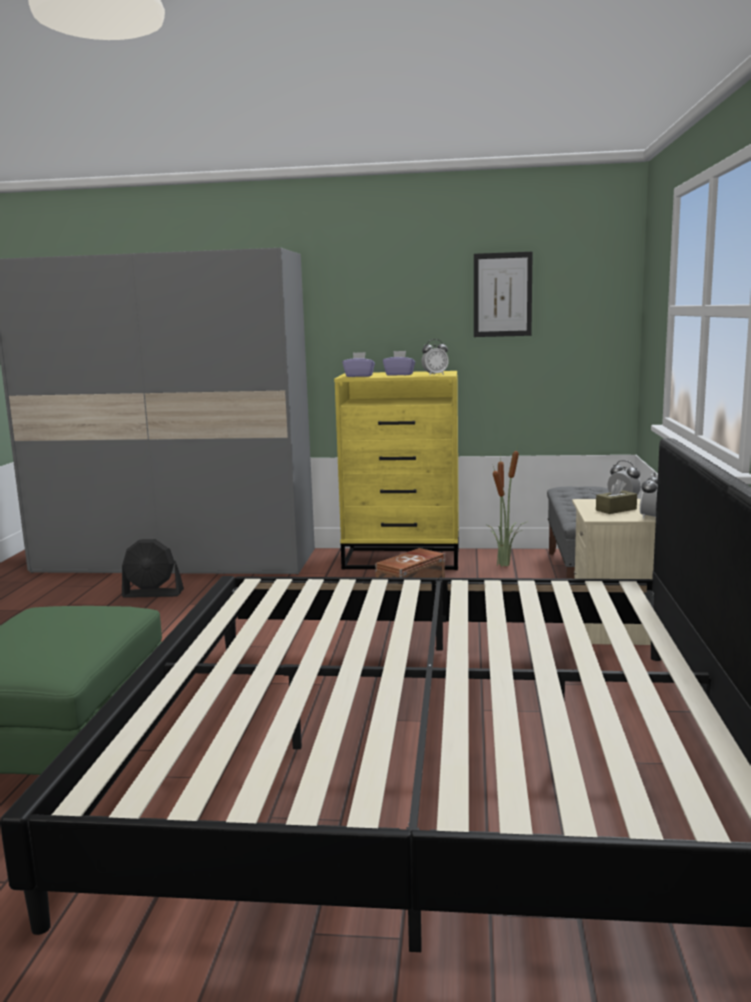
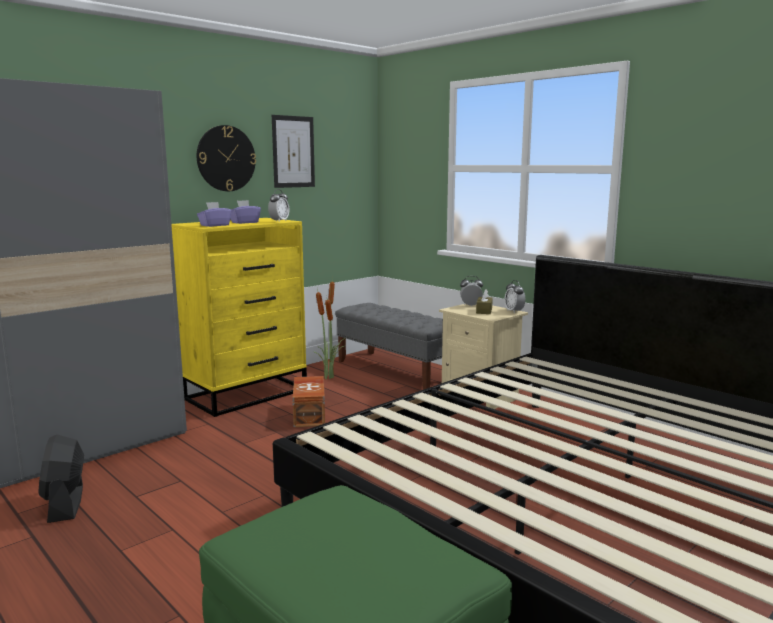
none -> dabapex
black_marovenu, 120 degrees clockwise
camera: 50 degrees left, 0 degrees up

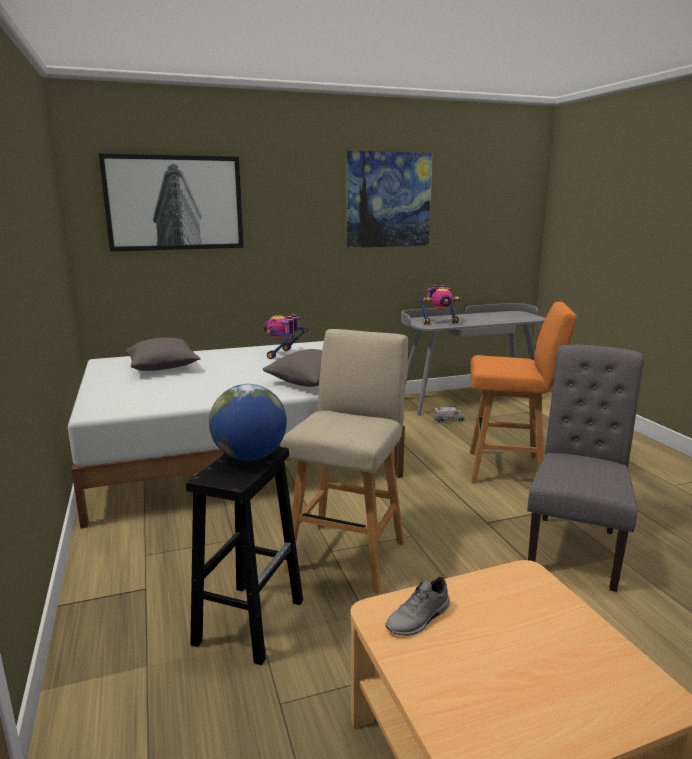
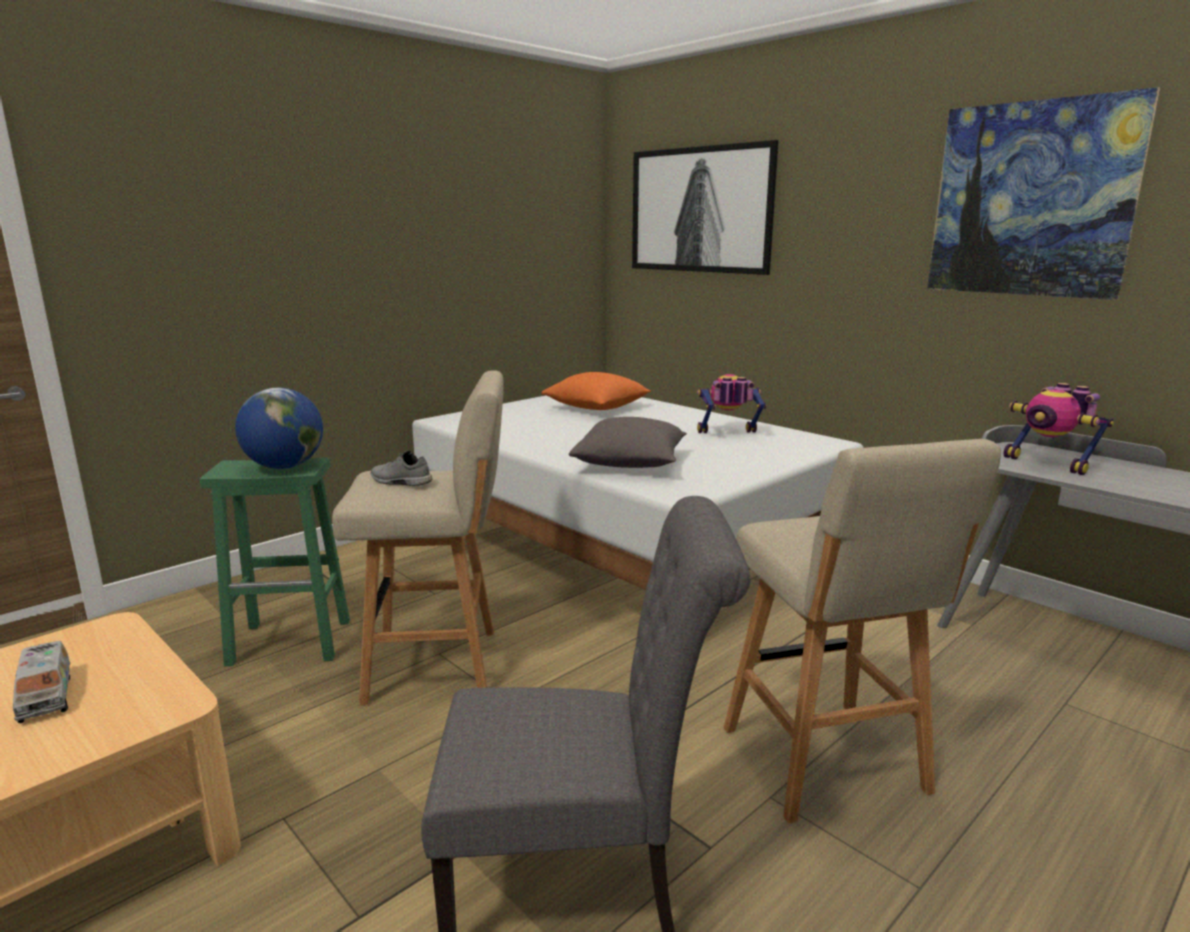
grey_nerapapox, relocated
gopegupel, relocated
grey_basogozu (no. 1 from left) -> orange_basogozu
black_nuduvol -> green_nuduvol
orange_nuduvol -> beige_nuduvol (no. 2 from left)
camera: 65 degrees right, 0 degrees up

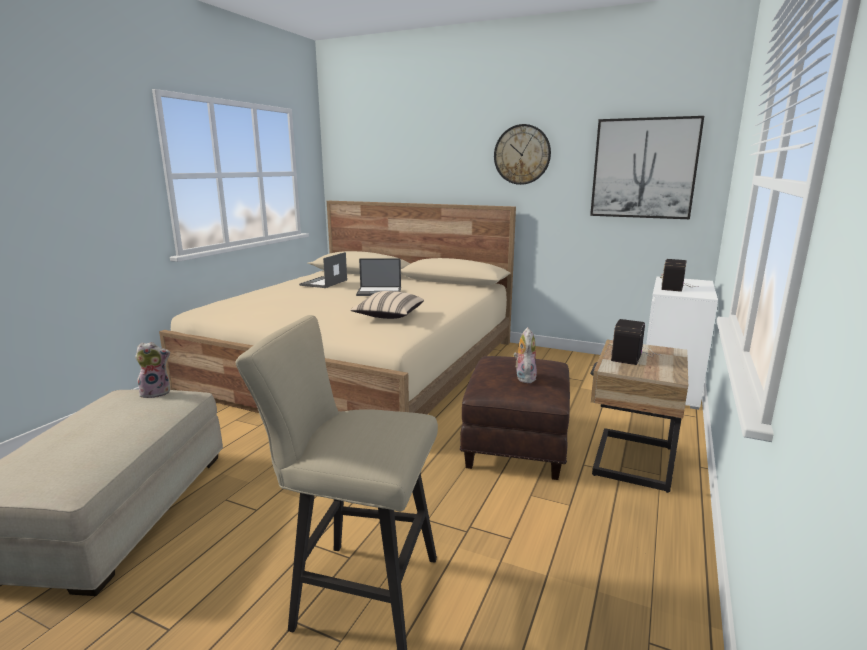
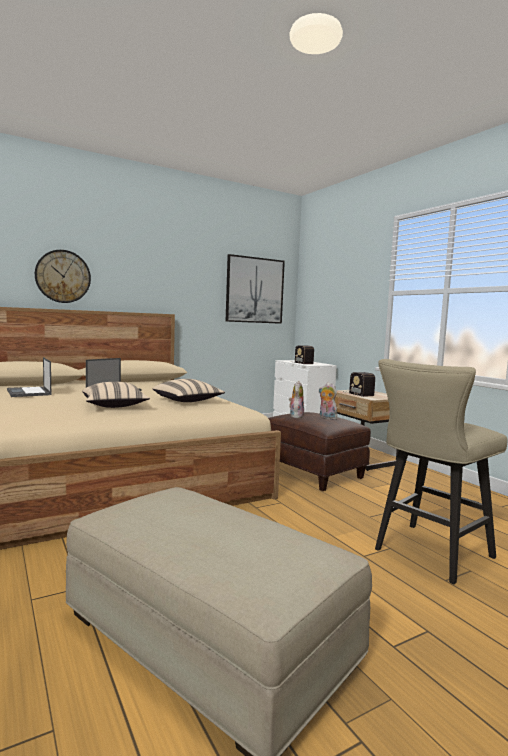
none -> beige_basogozu (no. 1 from left)
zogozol (no. 1 from left), relocated
dabapex, relocated
camera: 55 degrees left, 10 degrees down

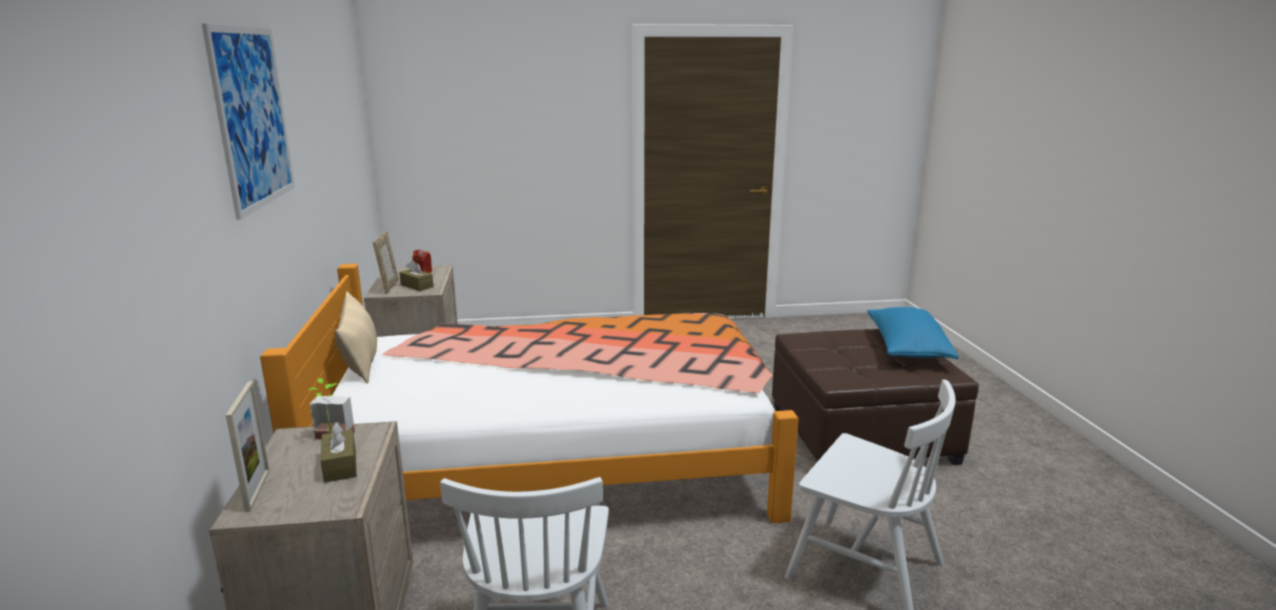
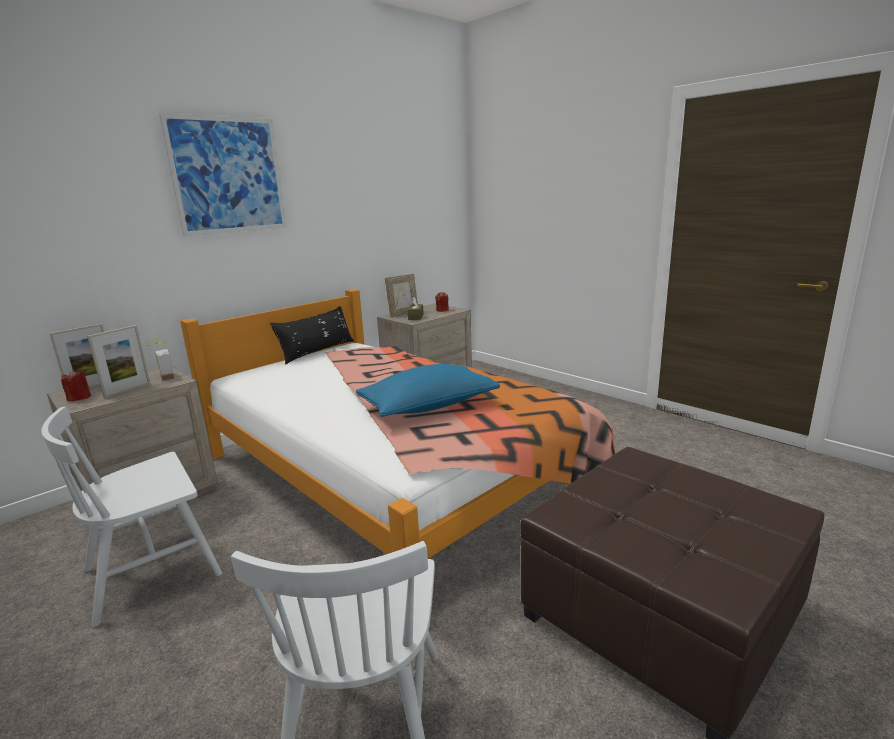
none -> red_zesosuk (no. 1 from left)
blue_basogozu, relocated
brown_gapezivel (no. 1 from left) -> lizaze (no. 2 from left)
beige_basogozu -> black_basogozu
camera: 55 degrees right, 0 degrees up

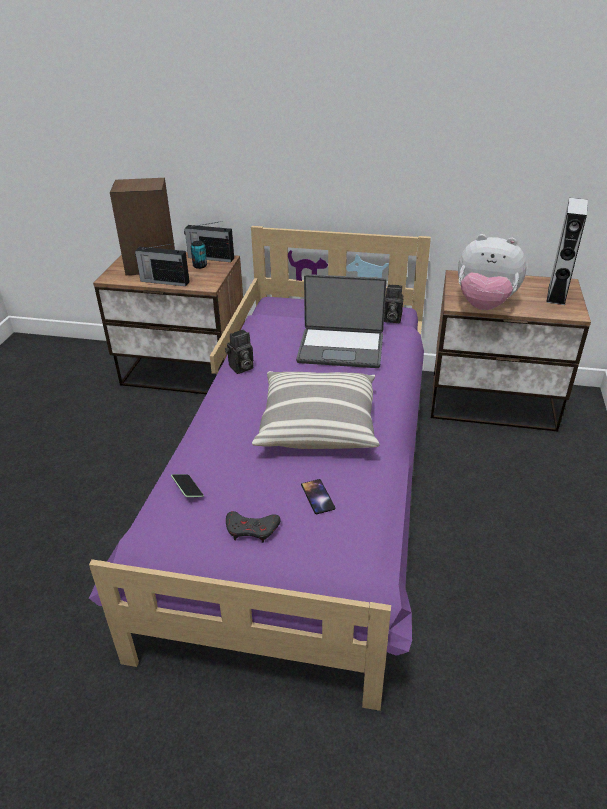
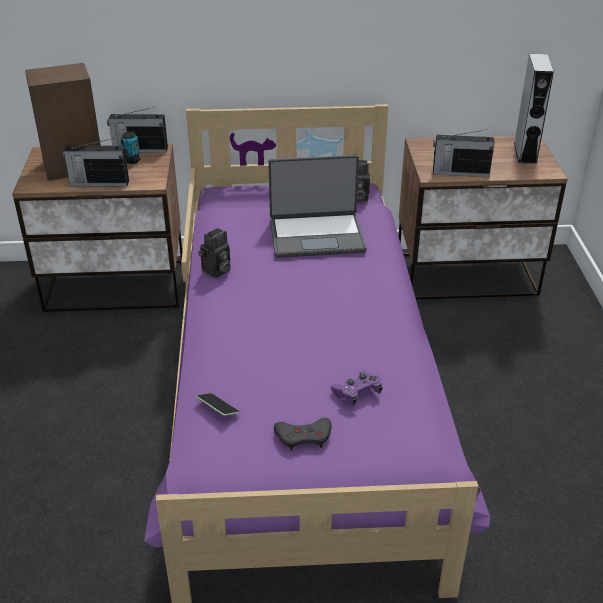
basogozu -> none
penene (no. 2 from left) -> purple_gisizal
zogozol -> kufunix (no. 3 from left)
camera: 15 degrees left, 0 degrees up

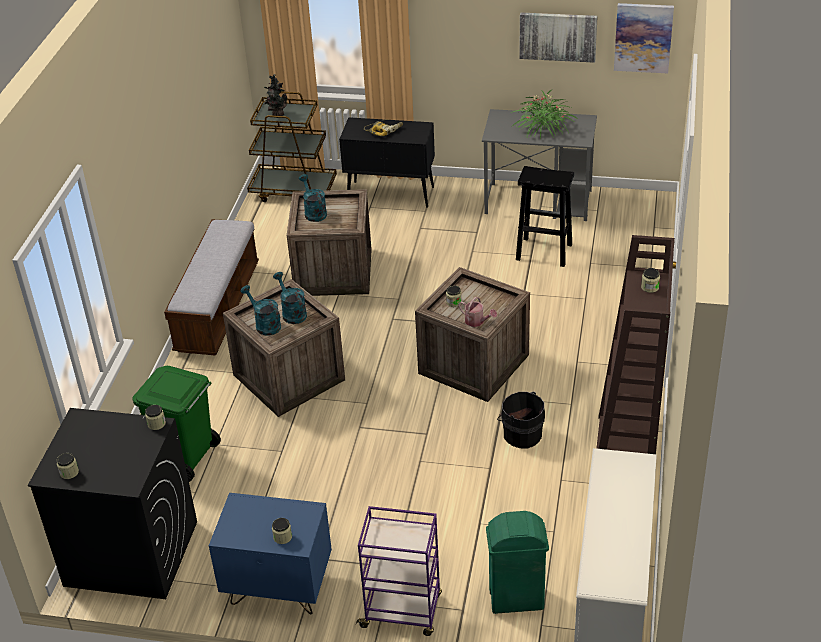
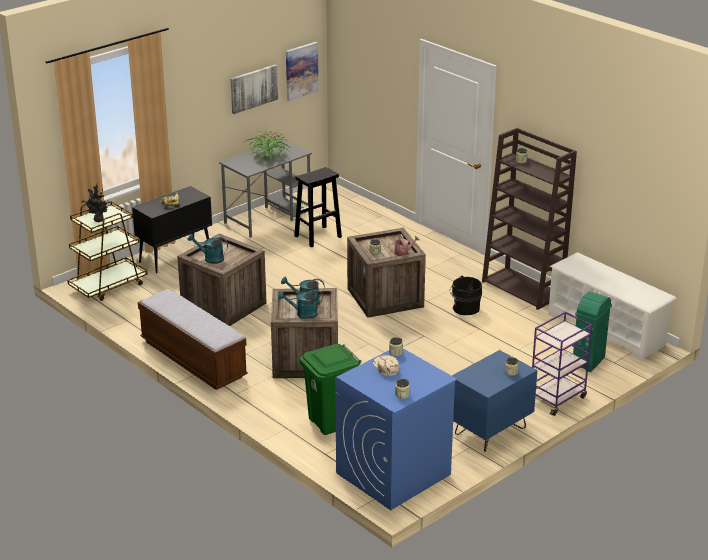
none -> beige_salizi
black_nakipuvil -> blue_nakipuvil
camera: 55 degrees left, 10 degrees down

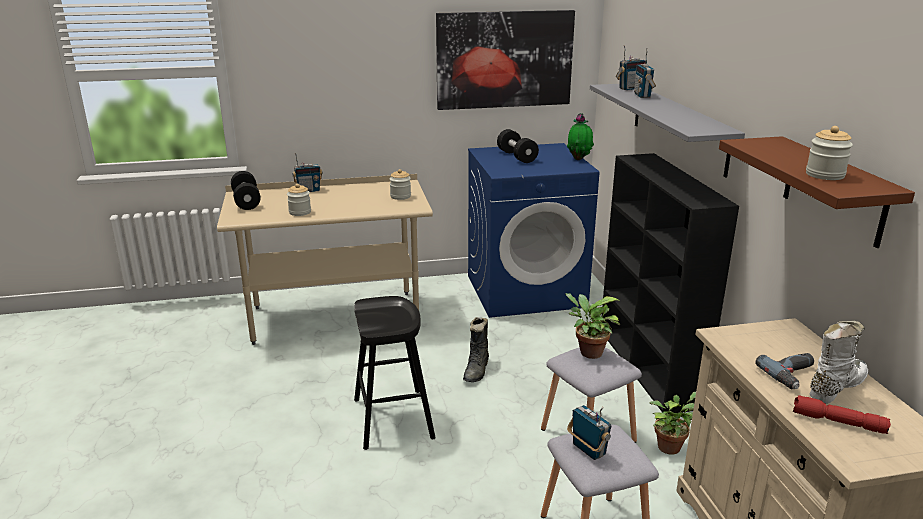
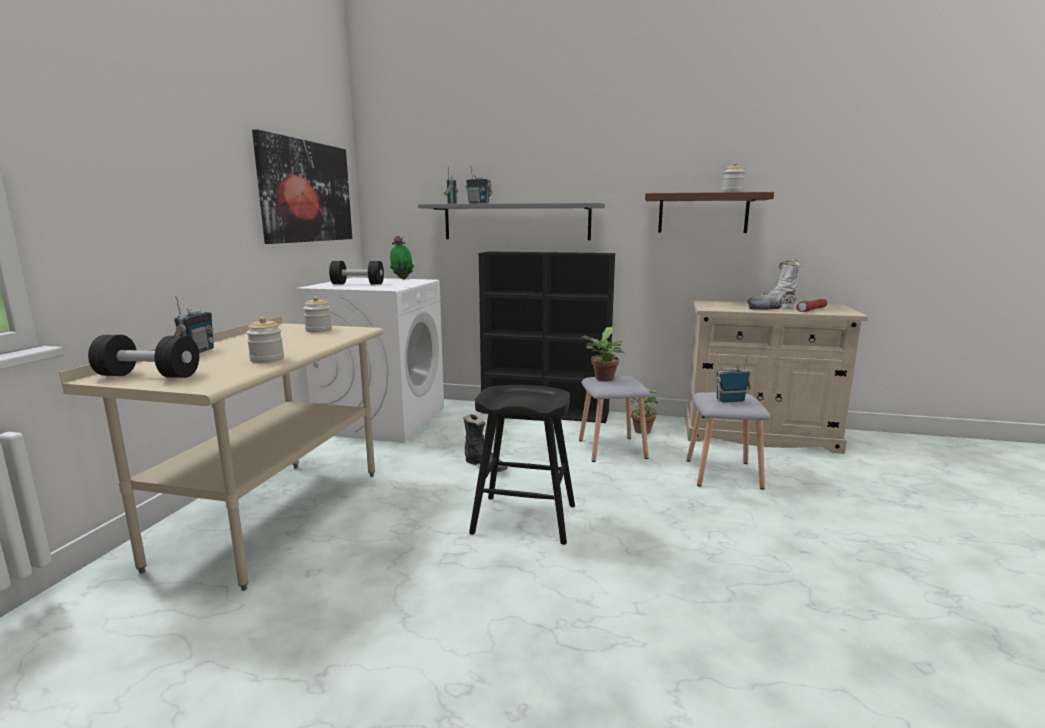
blue_nakipuvil -> white_nakipuvil
camera: 65 degrees left, 10 degrees down

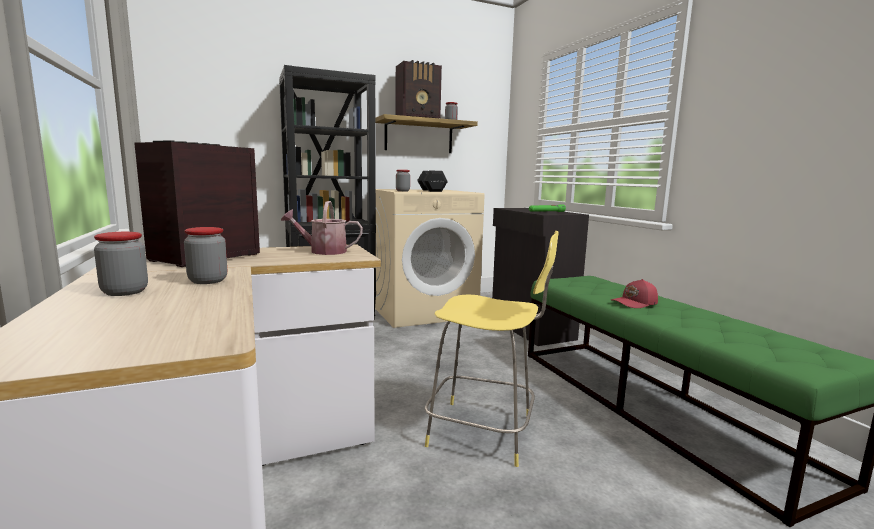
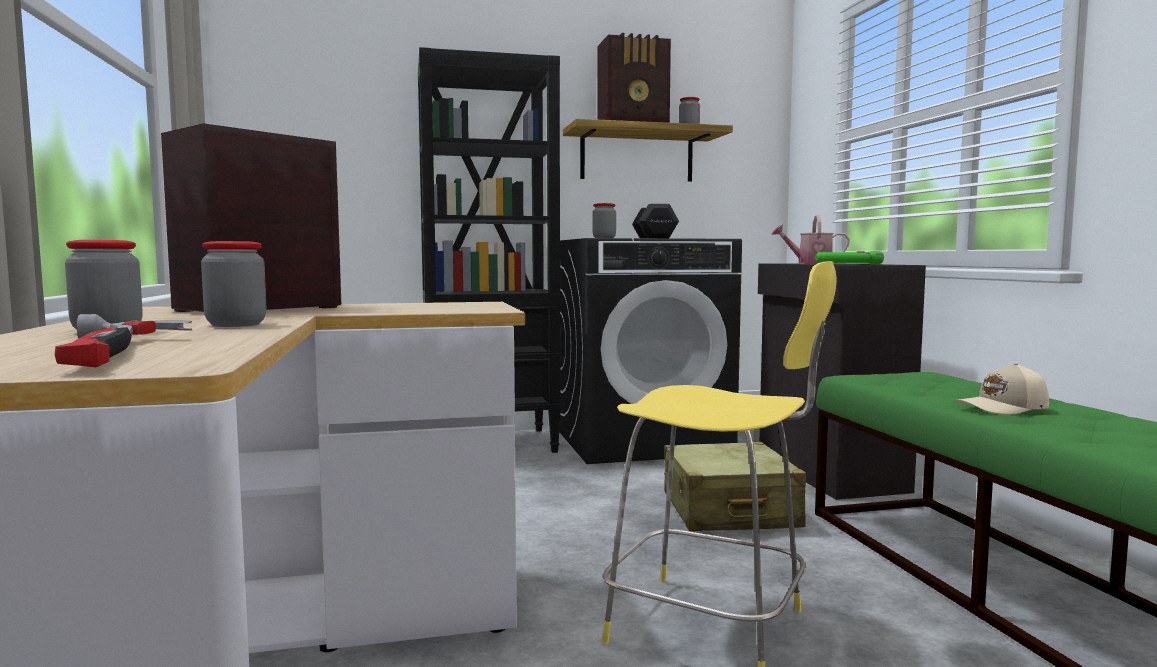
none -> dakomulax
none -> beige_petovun
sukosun, relocated
beige_nakipuvil -> black_nakipuvil
red_salizi -> beige_salizi
camera: 10 degrees right, 5 degrees down

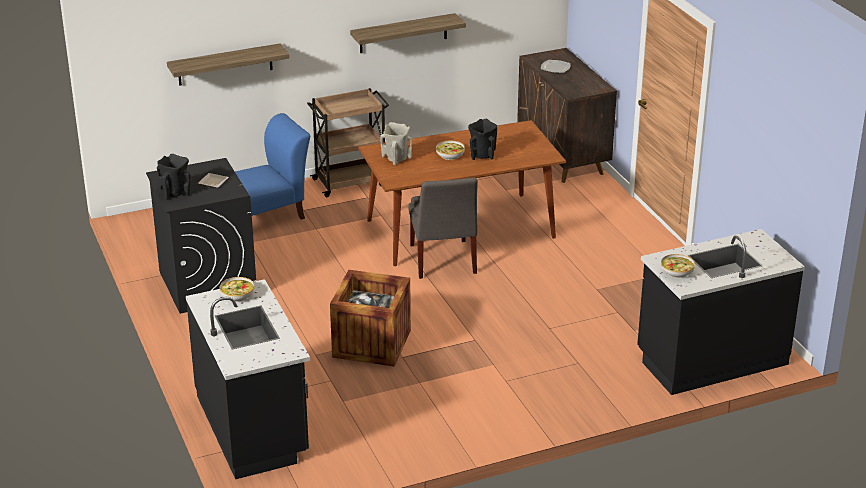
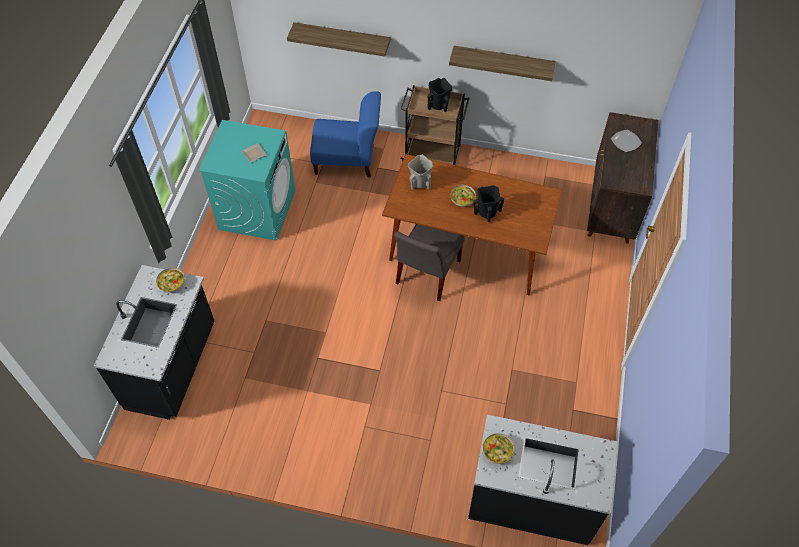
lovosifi -> none
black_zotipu (no. 1 from left), relocated
black_nakipuvil -> turquoise_nakipuvil
camera: 35 degrees right, 25 degrees up

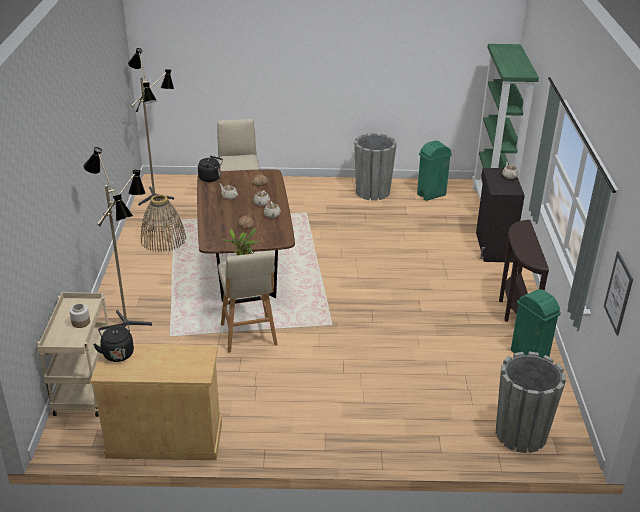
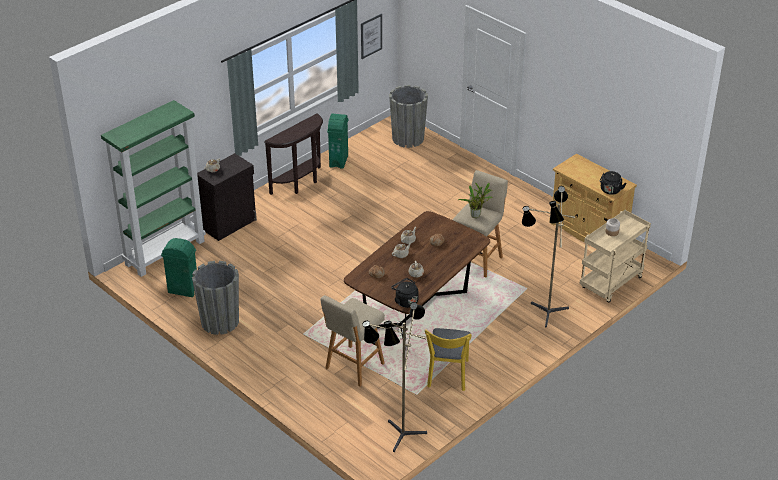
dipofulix -> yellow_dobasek
camera: 135 degrees left, 5 degrees up

